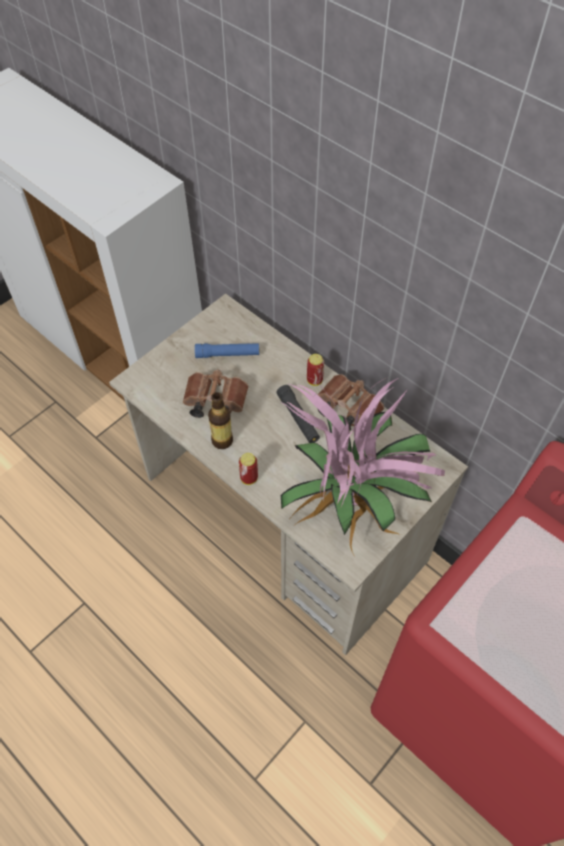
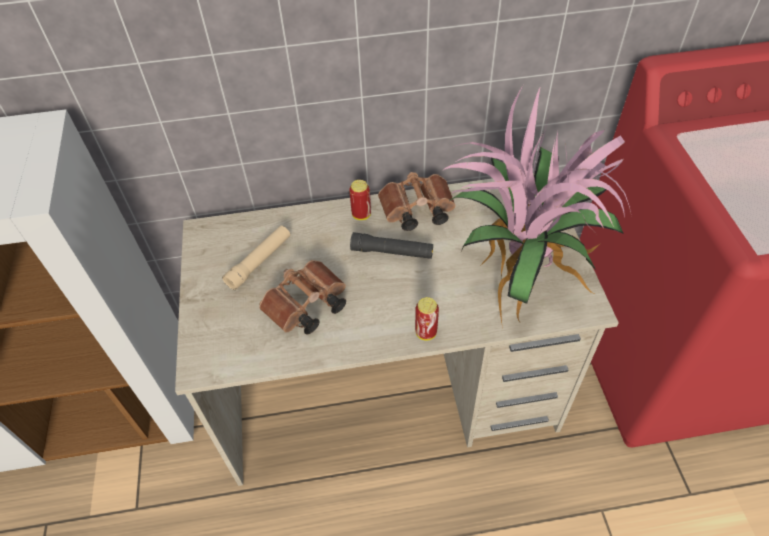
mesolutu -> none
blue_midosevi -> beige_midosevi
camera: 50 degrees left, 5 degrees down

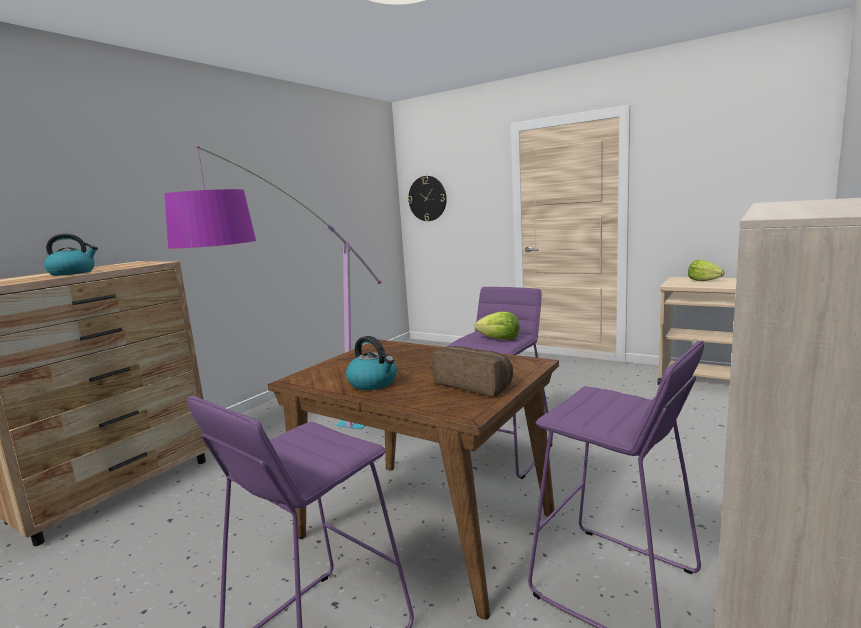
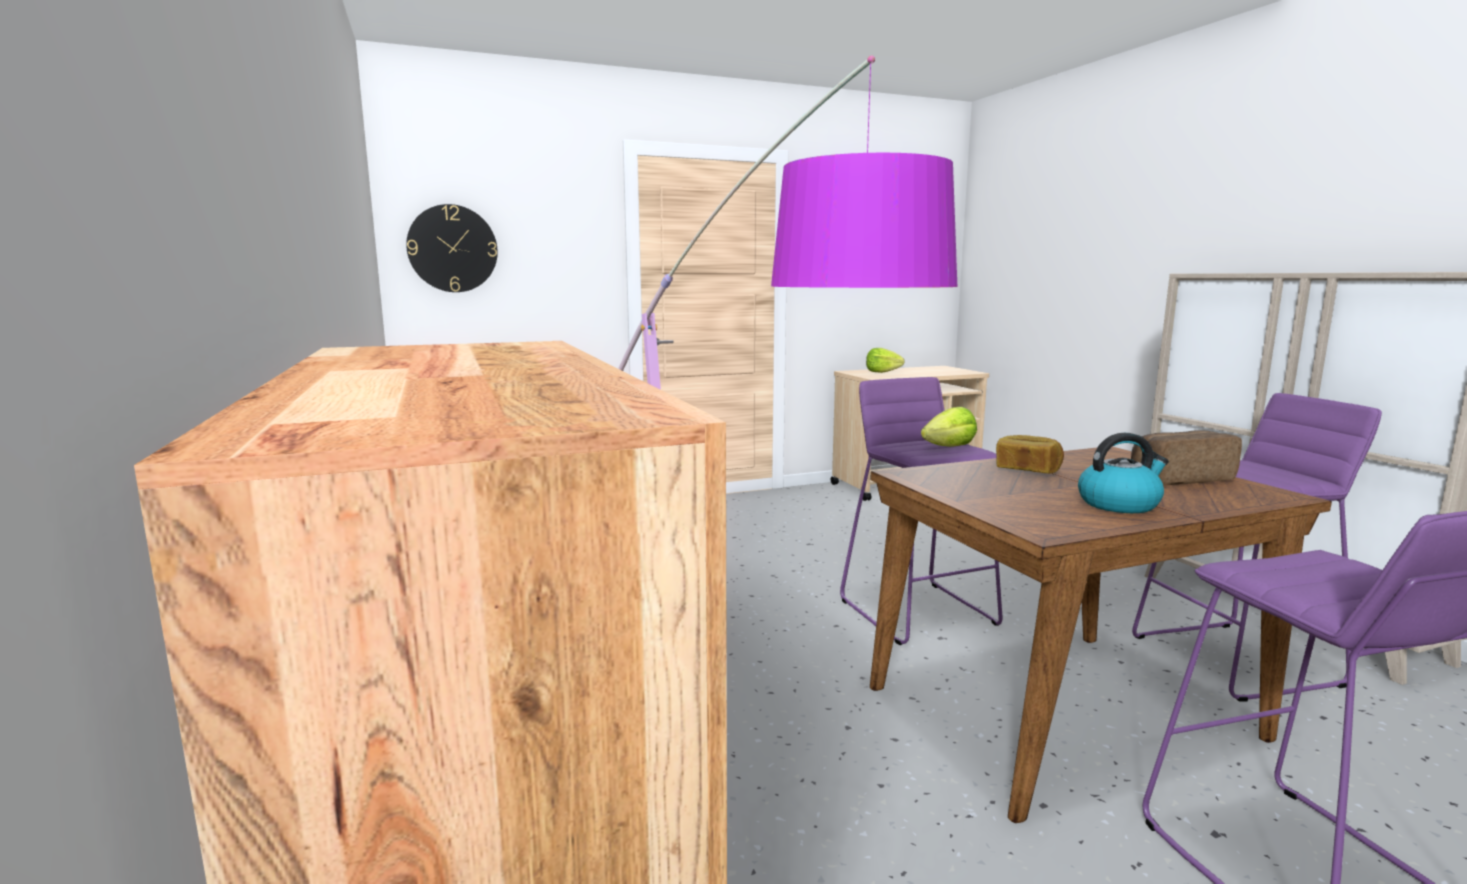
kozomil (no. 1 from left) -> none
none -> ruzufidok (no. 1 from left)
camera: 55 degrees left, 0 degrees up

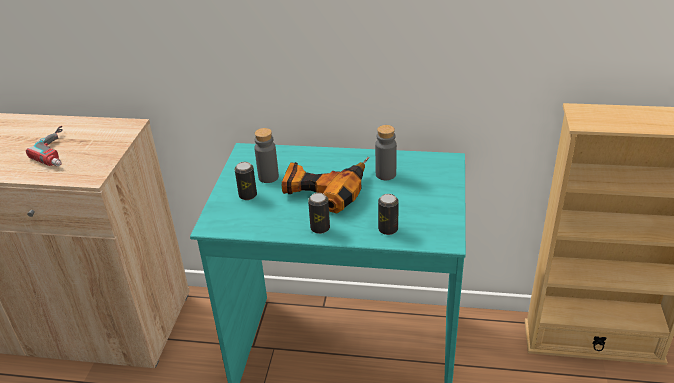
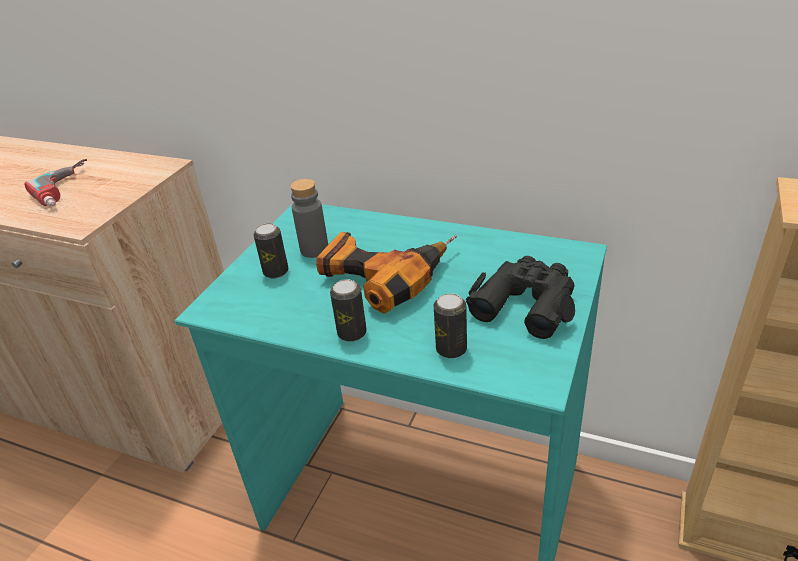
grey_mesolutu (no. 2 from left) -> none
none -> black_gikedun
camera: 15 degrees right, 0 degrees up

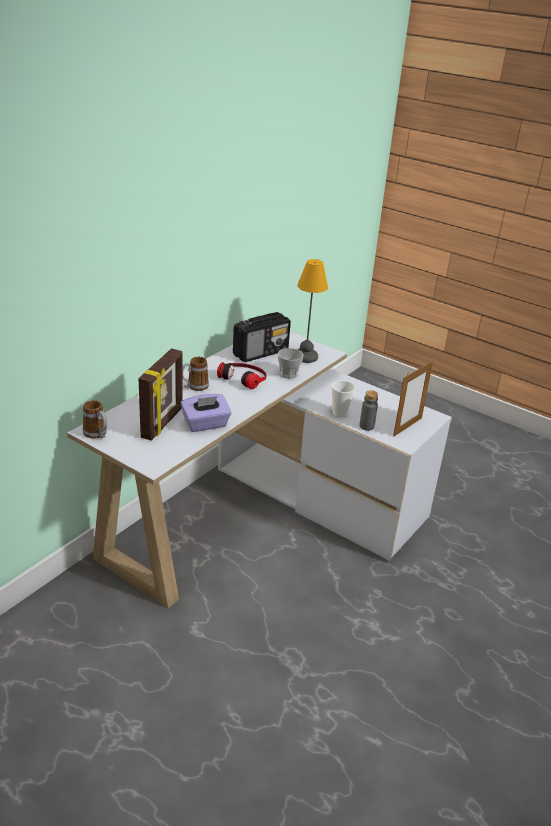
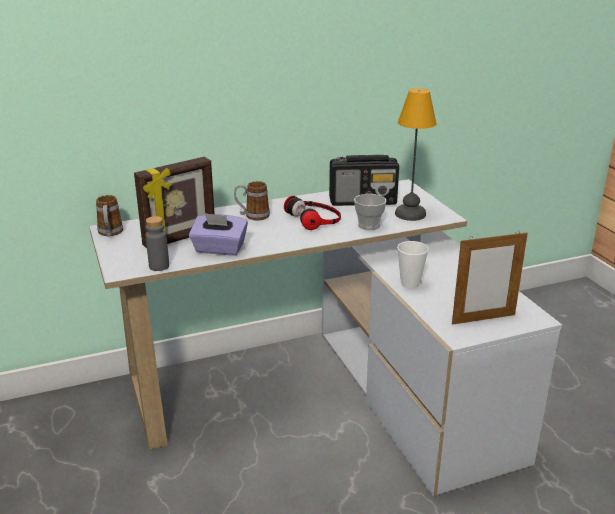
grey_mesolutu, relocated
camera: 35 degrees right, 5 degrees down

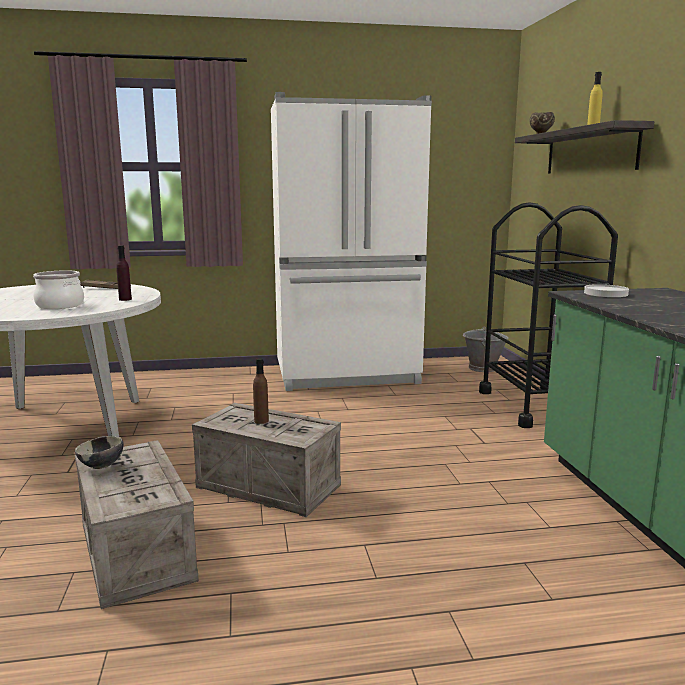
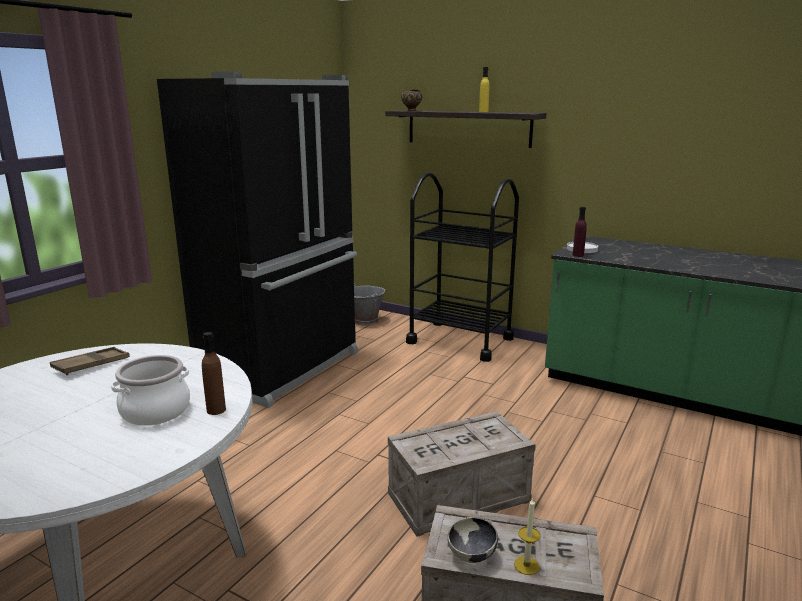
none -> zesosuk
purple_mesolutu, relocated
brown_mesolutu, relocated
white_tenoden -> black_tenoden
camera: 50 degrees left, 5 degrees up

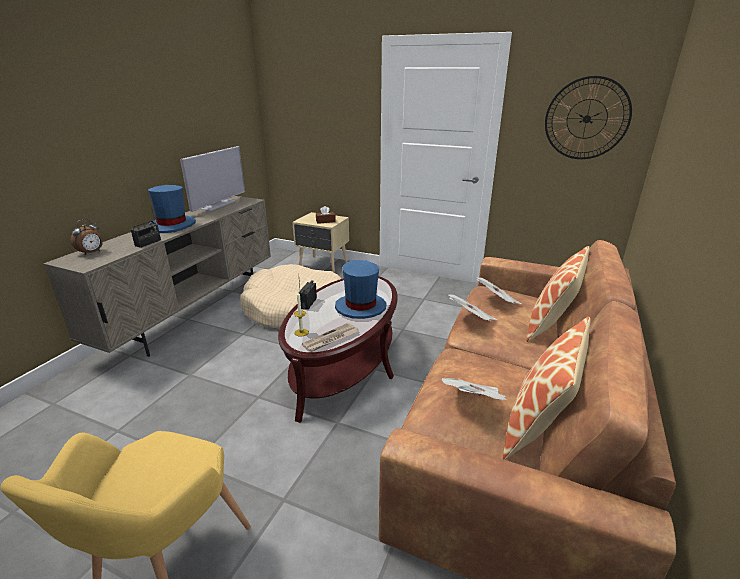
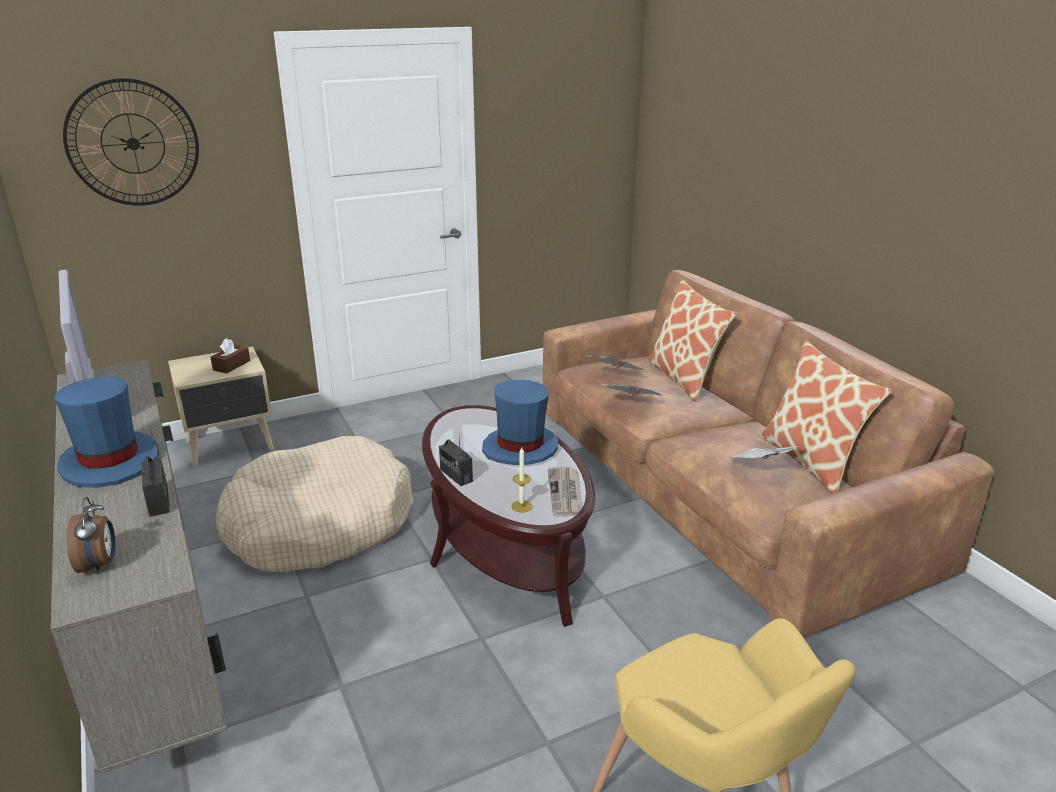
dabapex, relocated
camera: 50 degrees left, 0 degrees up

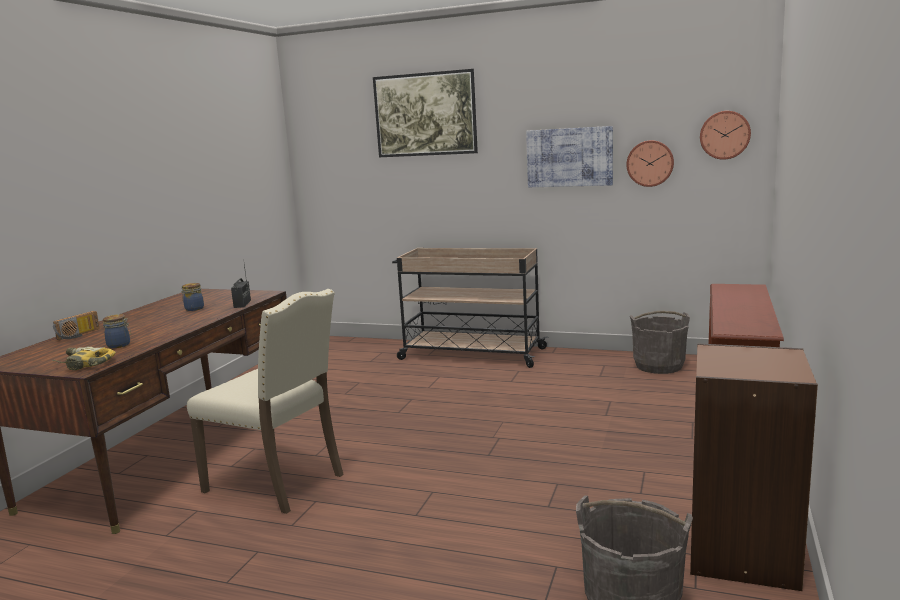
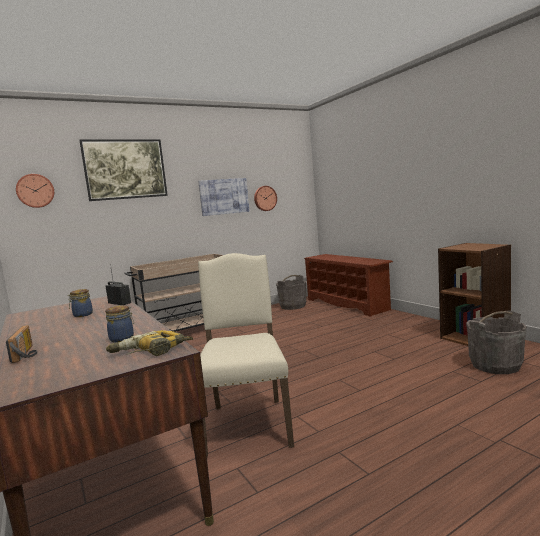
dabapex (no. 2 from left in the first image) -> dabapex (no. 1 from left), relocated
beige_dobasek, 75 degrees counterclockwise
camera: 50 degrees left, 5 degrees down

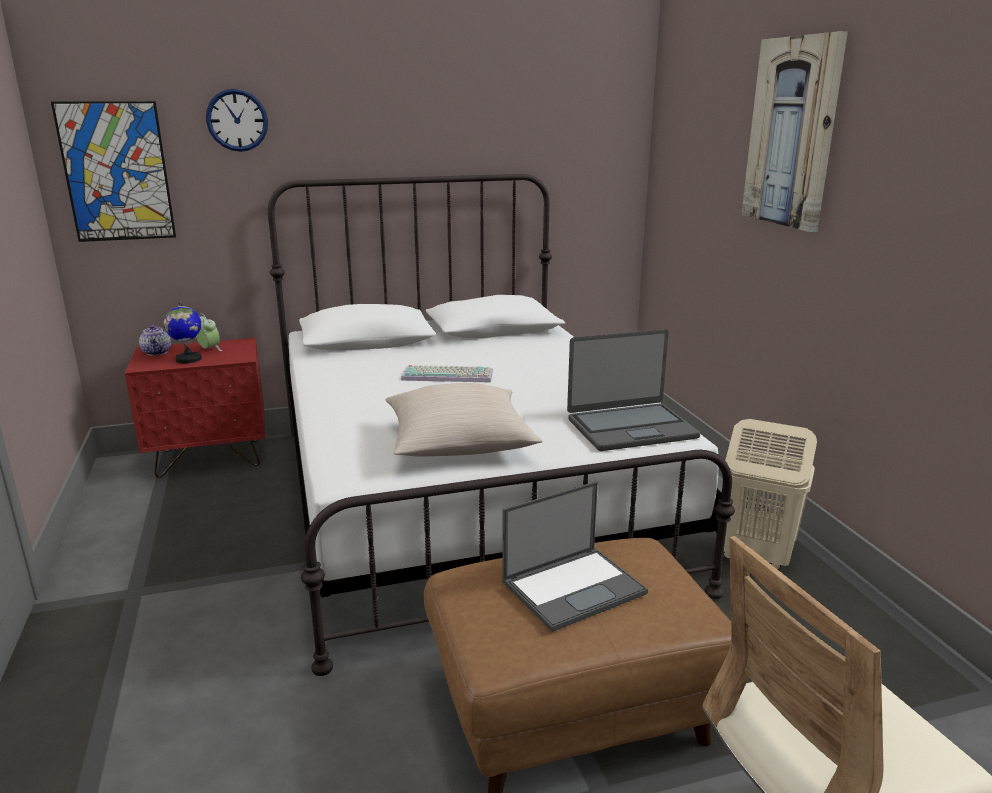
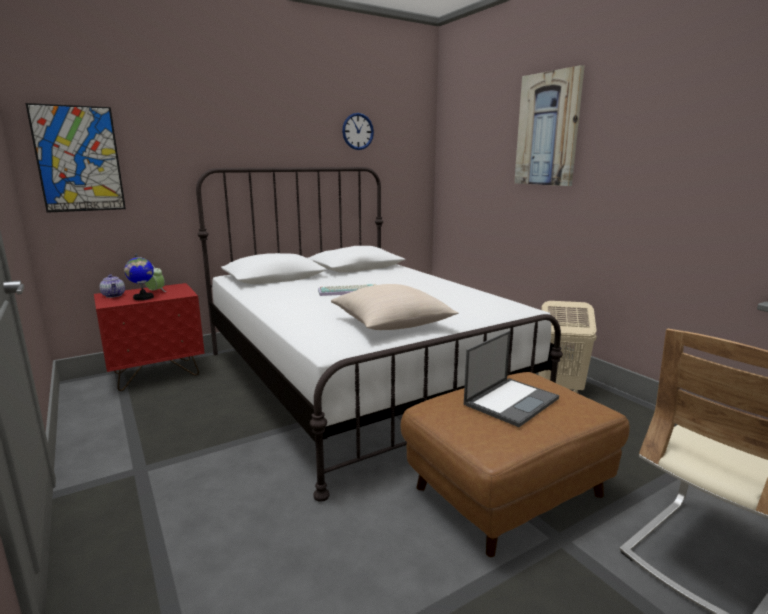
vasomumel (no. 2 from left) -> none
dabapex, relocated
camera: 15 degrees left, 5 degrees down

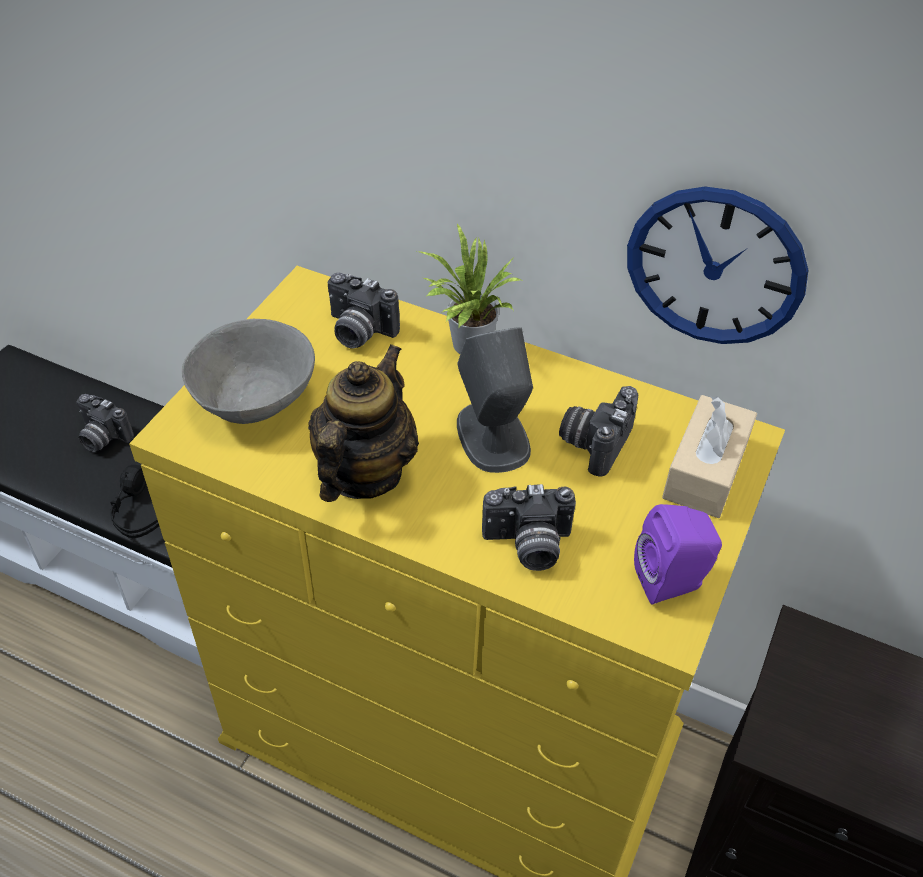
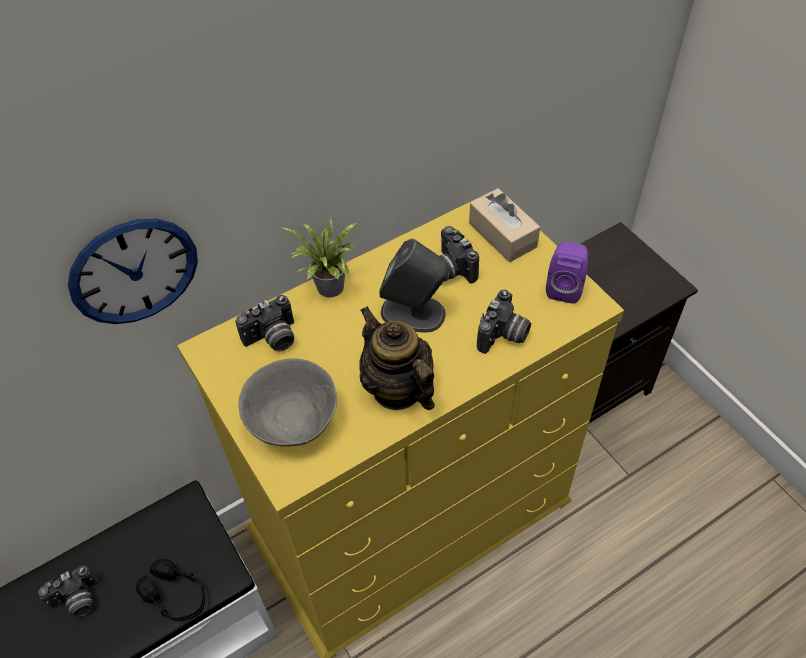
dabapex, relocated
camera: 55 degrees left, 5 degrees up

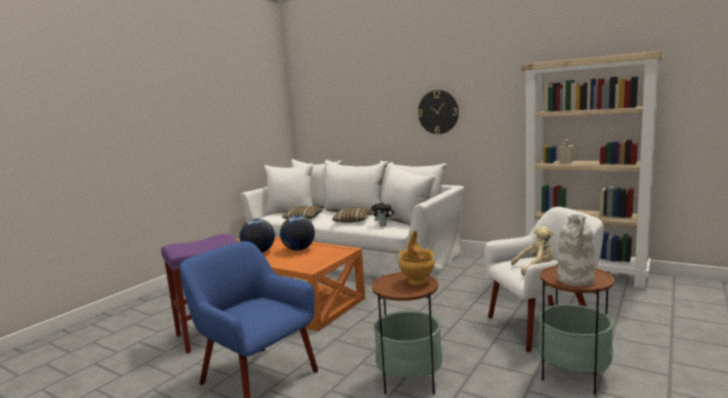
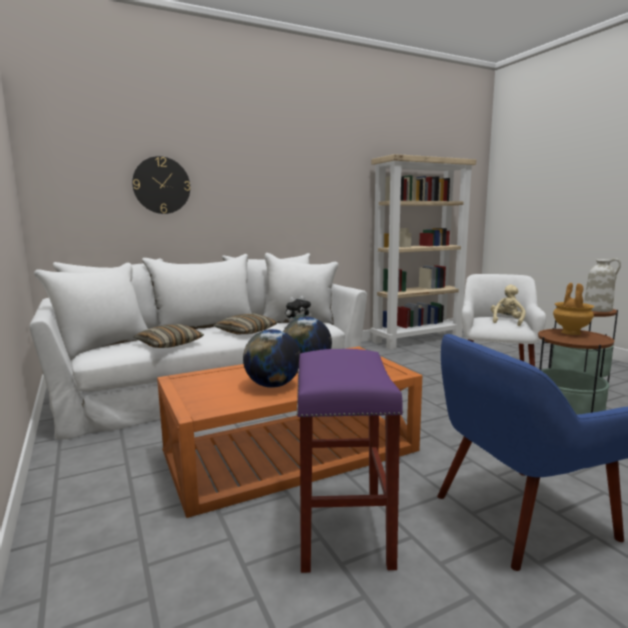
dabapex, relocated
camera: 60 degrees left, 0 degrees up

